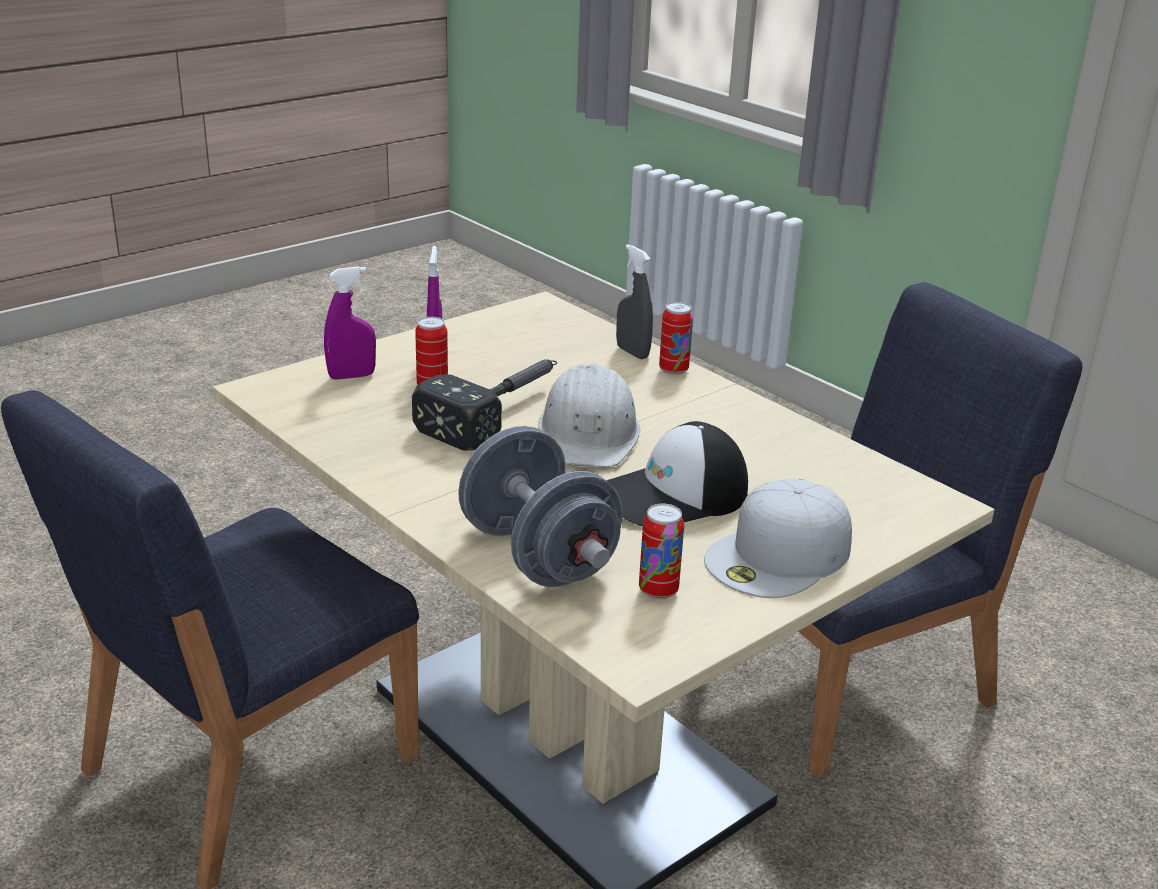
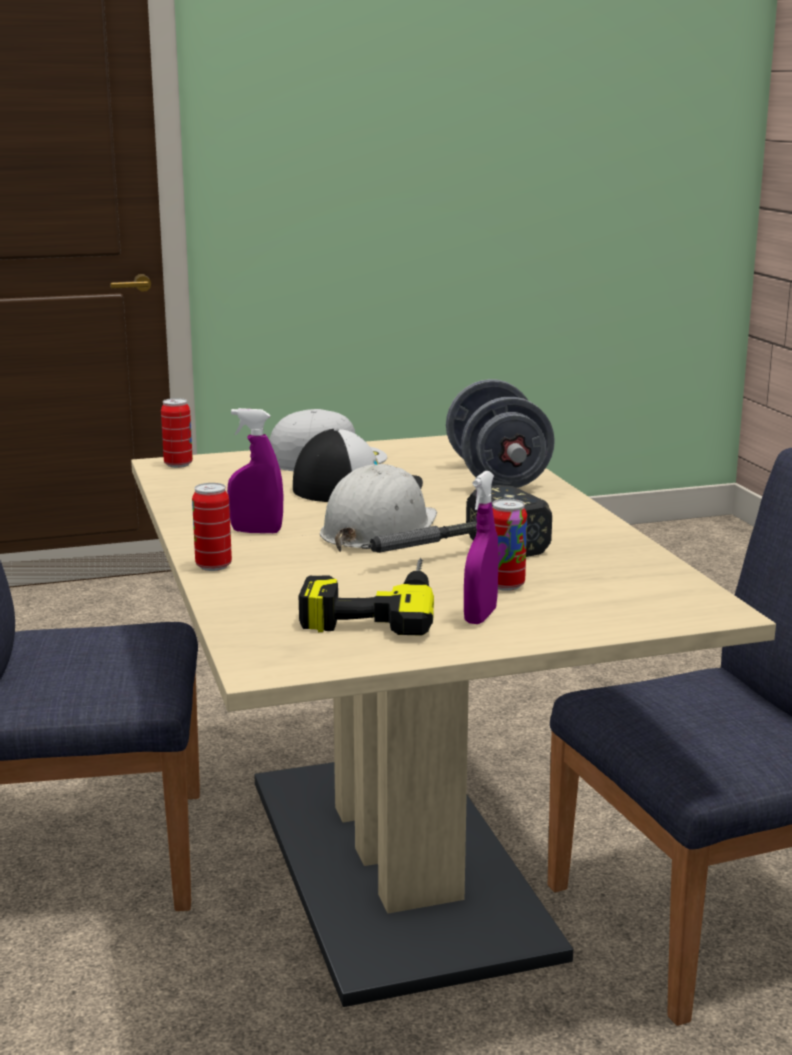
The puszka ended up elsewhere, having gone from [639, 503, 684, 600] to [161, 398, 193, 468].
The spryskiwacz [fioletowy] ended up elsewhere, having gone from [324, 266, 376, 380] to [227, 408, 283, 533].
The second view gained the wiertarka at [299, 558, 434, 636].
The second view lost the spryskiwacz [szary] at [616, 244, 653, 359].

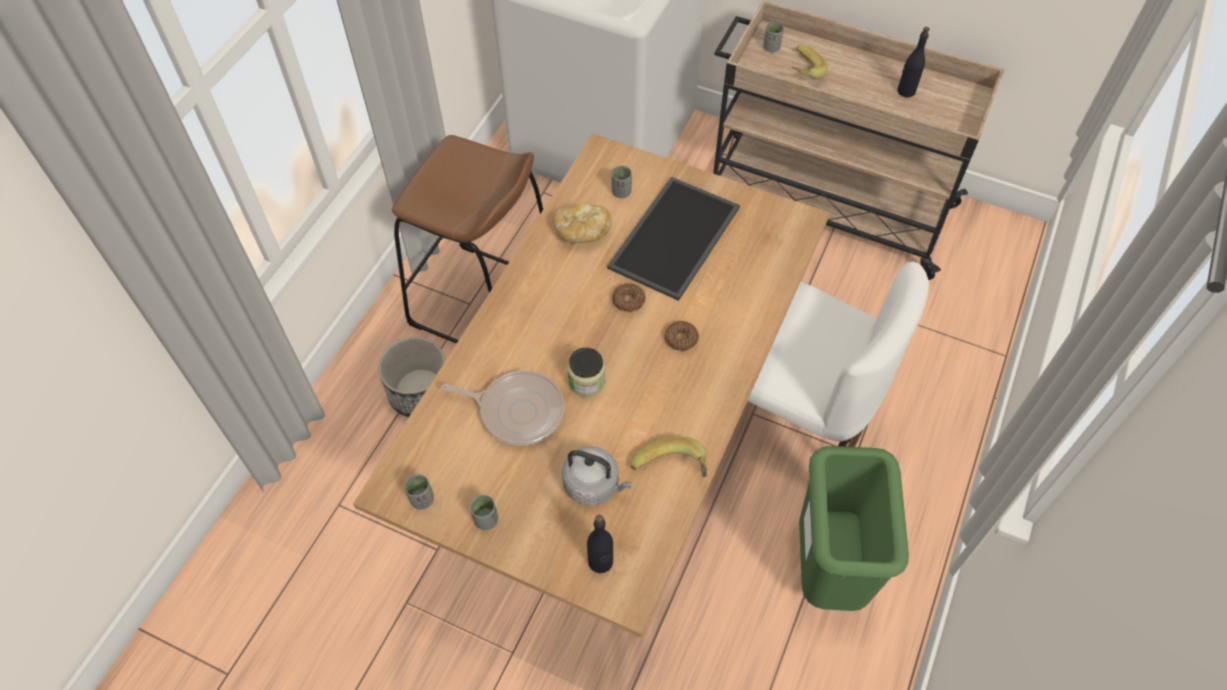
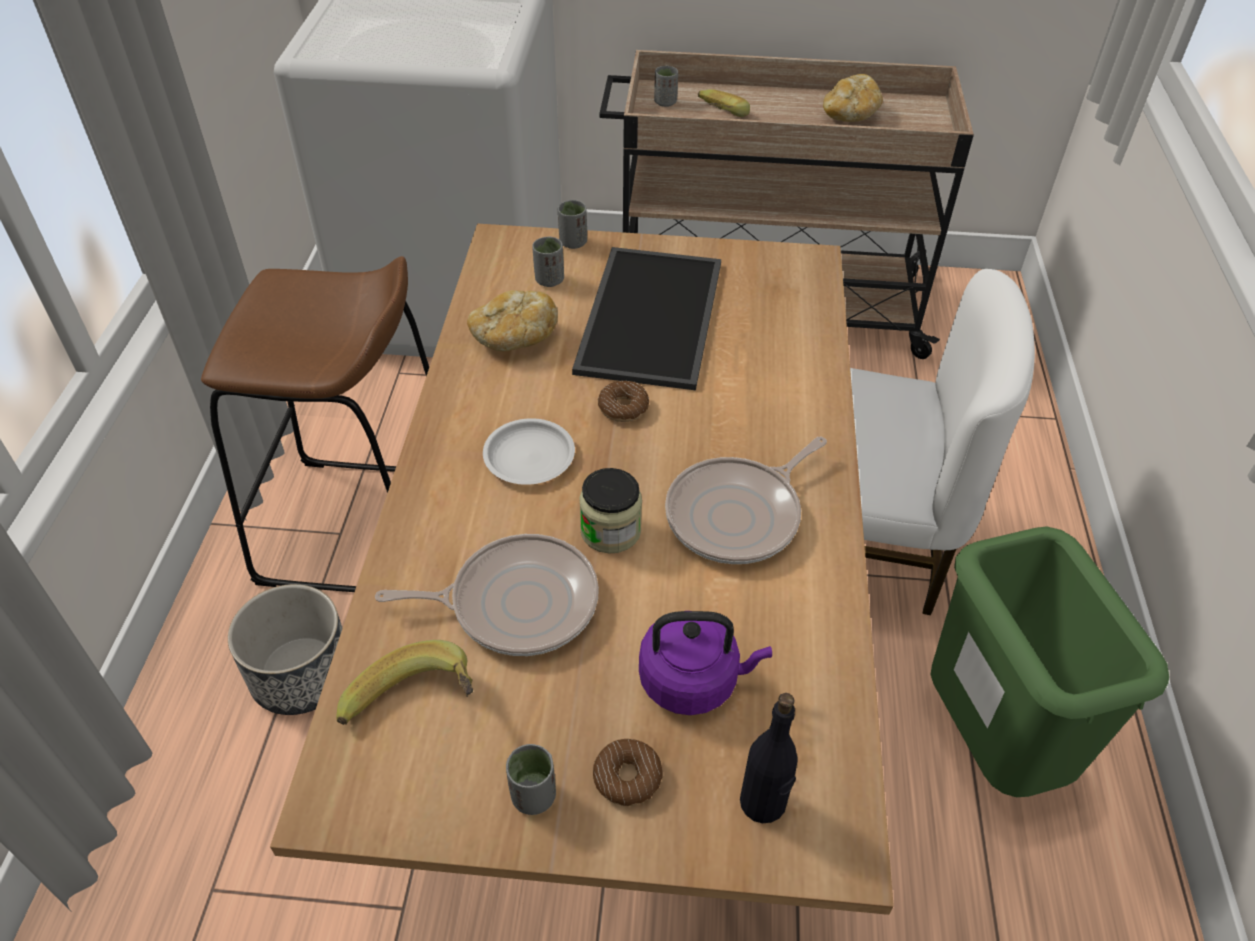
The banan ended up elsewhere, having gone from [631, 436, 707, 478] to [336, 640, 473, 725].
The second view gained the talerz [biały] at [483, 418, 575, 485].
The filiżanka [szary] ended up elsewhere, having gone from [404, 474, 434, 510] to [558, 200, 587, 249].
The donut ended up elsewhere, having gone from [665, 321, 699, 351] to [593, 739, 663, 806].
What was the czajnik [szary] at [562, 446, 632, 506] turned into the czajnik [fioletowy] at [639, 611, 772, 715].
The second view gained the patelnia at [665, 437, 827, 564].
Where the butelka [czarny] stood at [897, 27, 929, 98], the chleb came to stand at [823, 74, 883, 122].

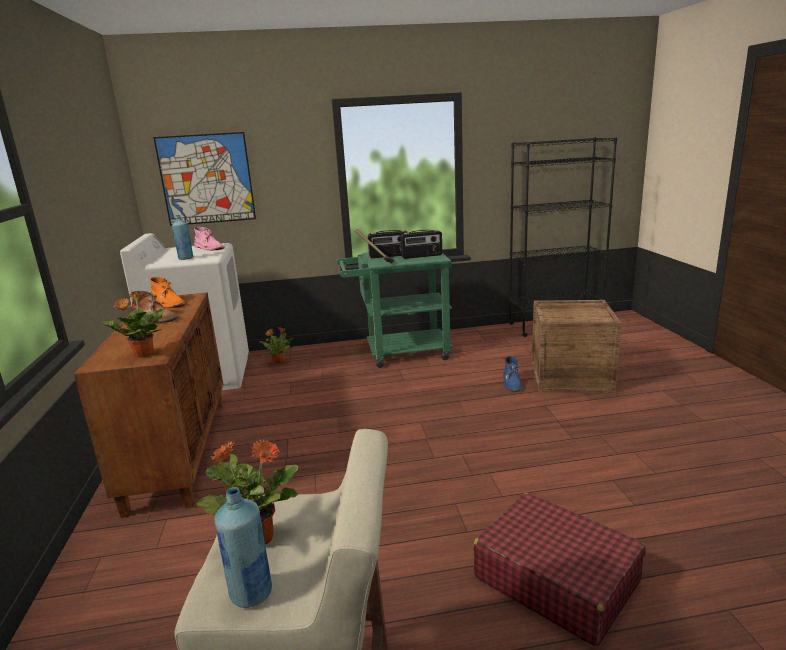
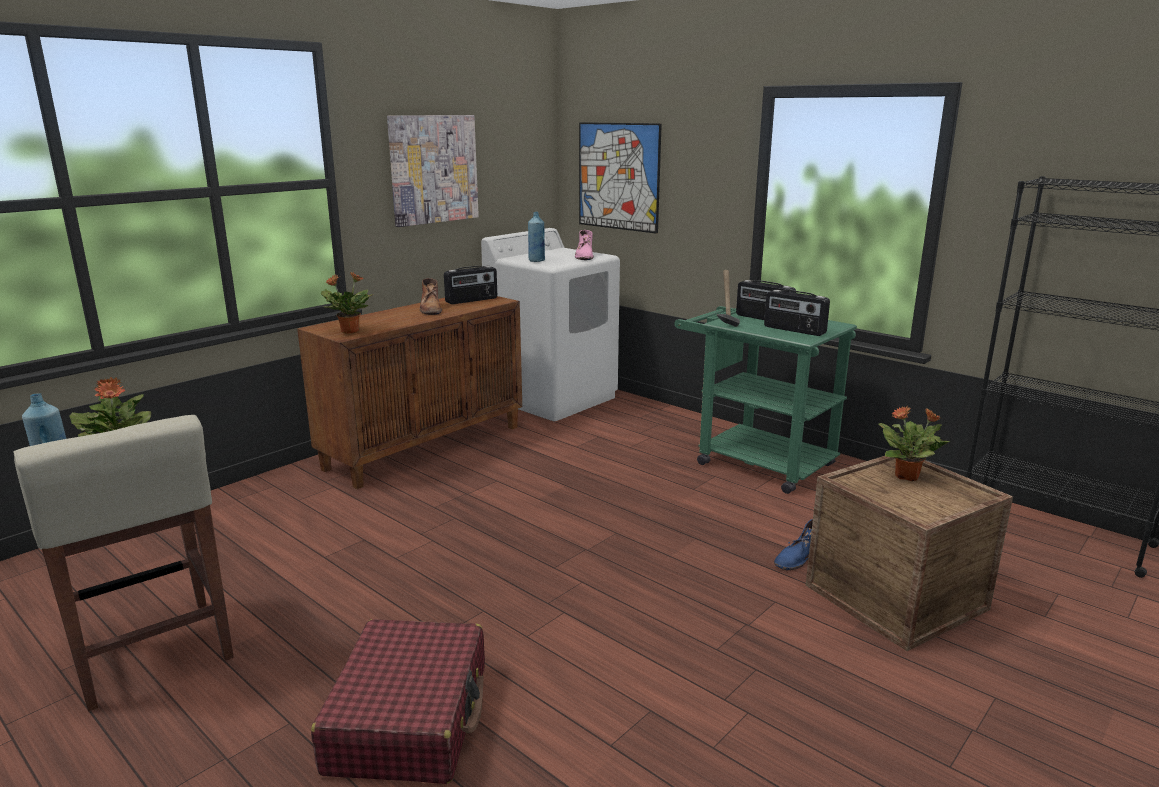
The second view gained the obraz at [387, 115, 479, 227].
Where the but z cholewką [pomarańczowy] stood at [150, 277, 186, 308], the radio came to stand at [444, 266, 497, 304].
The roślina doniczkowa ended up elsewhere, having gone from [259, 327, 294, 364] to [879, 406, 950, 481].

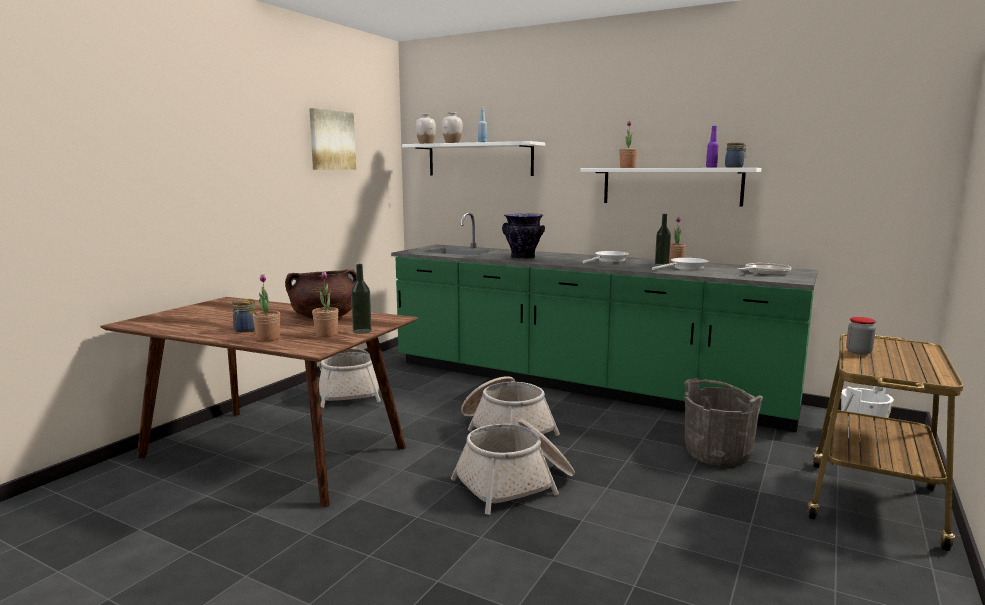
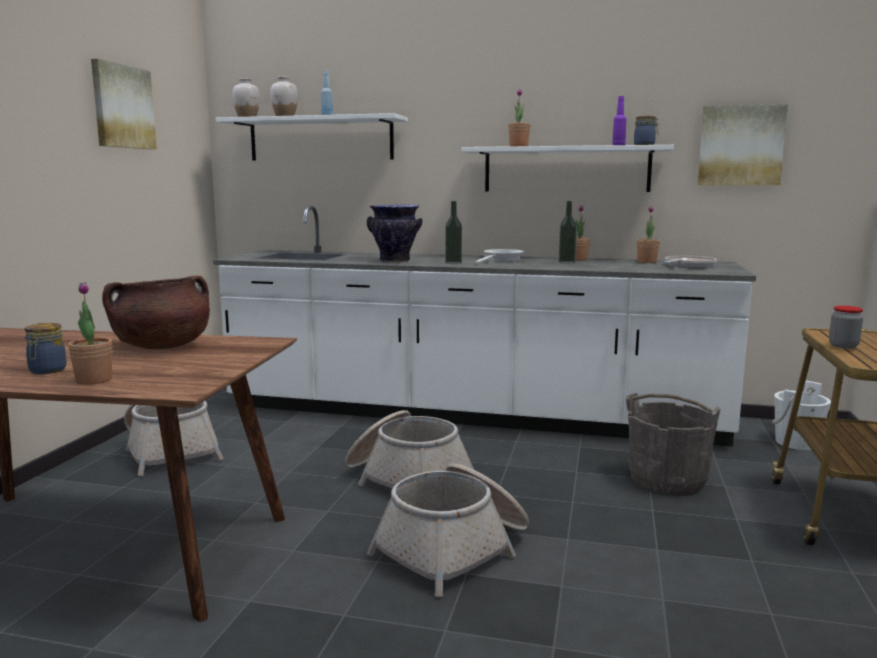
What was the zabudowa kuchenna [zielony] at [391, 212, 818, 432] turned into the zabudowa kuchenna [biały] at [213, 206, 756, 447].
The butelka ended up elsewhere, having gone from [351, 264, 372, 334] to [445, 201, 462, 264].
The roślina doniczkowa ended up elsewhere, having gone from [312, 271, 338, 337] to [637, 206, 660, 263].
The second view gained the obraz at [698, 104, 788, 185].
The second view lost the patelnia [biały] at [652, 258, 708, 270].

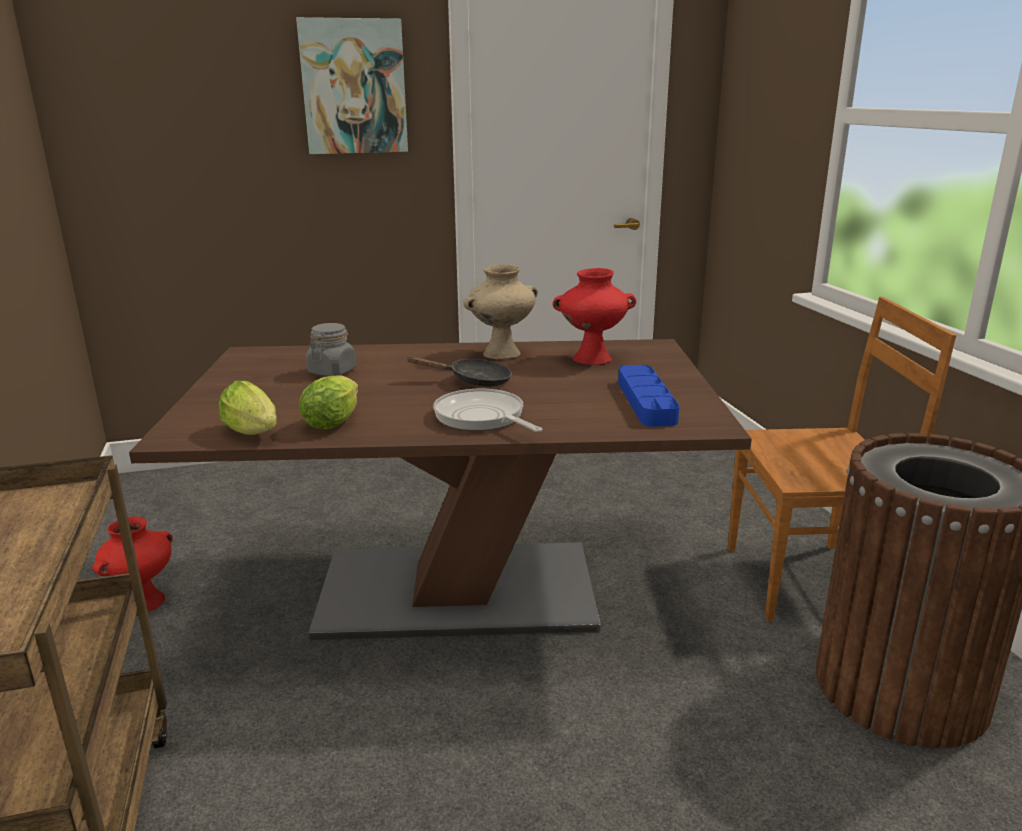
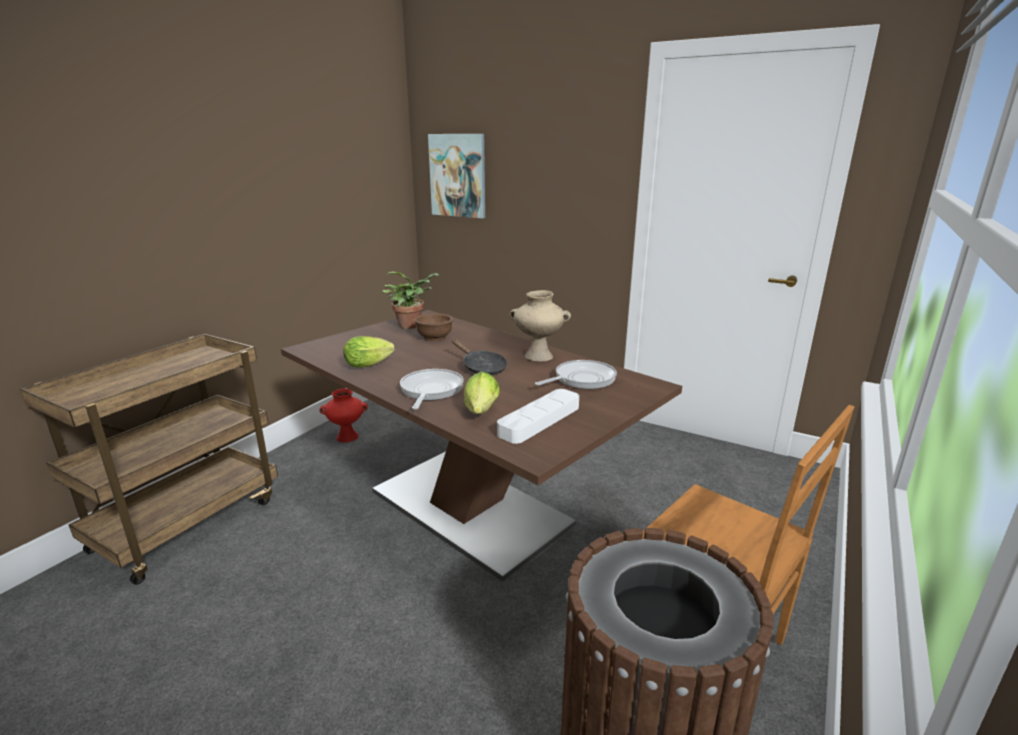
The second view gained the roślina doniczkowa at [382, 271, 439, 329].
Where the słoik [szary] stood at [306, 323, 357, 376], the miska [brązowy] came to stand at [415, 314, 453, 341].
The obraz ended up elsewhere, having gone from [296, 17, 408, 154] to [428, 134, 485, 218].
The sałata ended up elsewhere, having gone from [219, 381, 277, 435] to [464, 372, 500, 414].
What was the taca [niebieski] at [618, 365, 679, 427] turned into the taca [biały] at [497, 389, 579, 444].
Where the wazon [czerwony] stood at [553, 268, 636, 365], the patelnia came to stand at [535, 360, 617, 389].

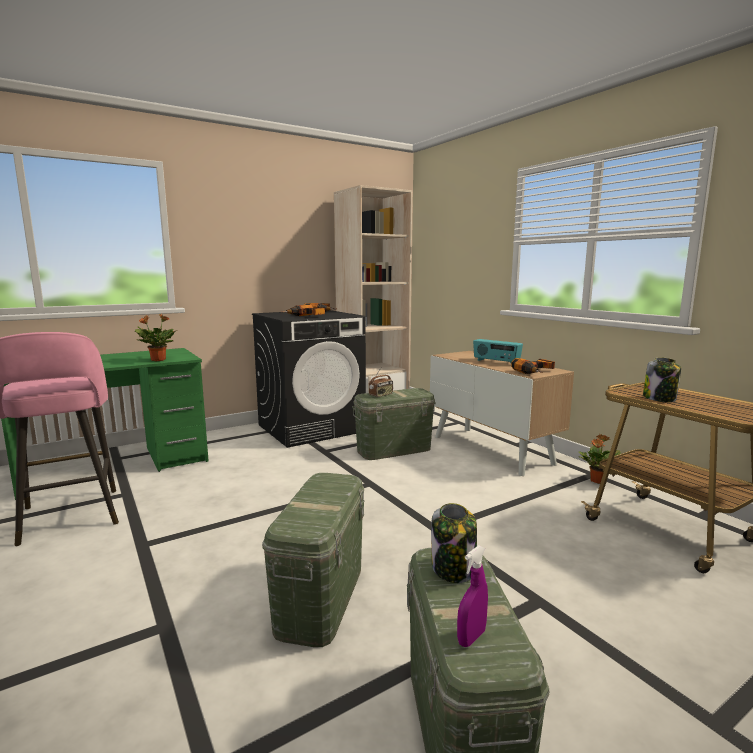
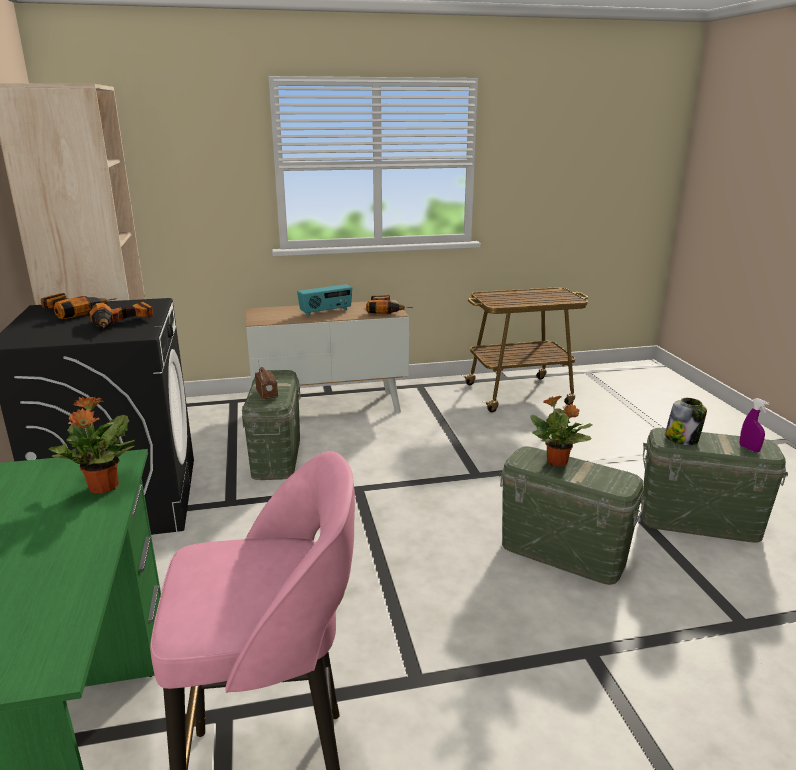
The roślina doniczkowa ended up elsewhere, having gone from [579, 434, 621, 484] to [530, 396, 592, 466].
The second view lost the słoik at [643, 357, 681, 402].

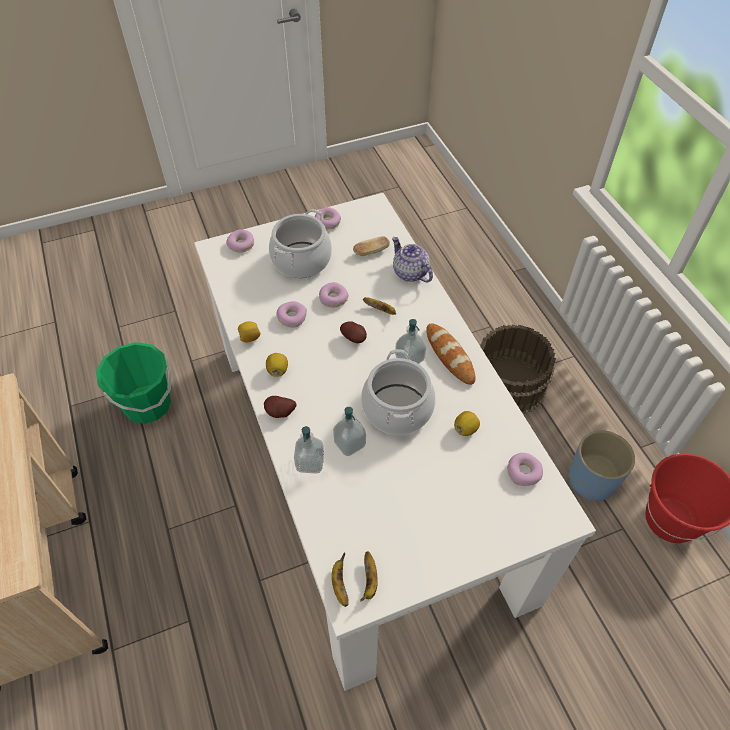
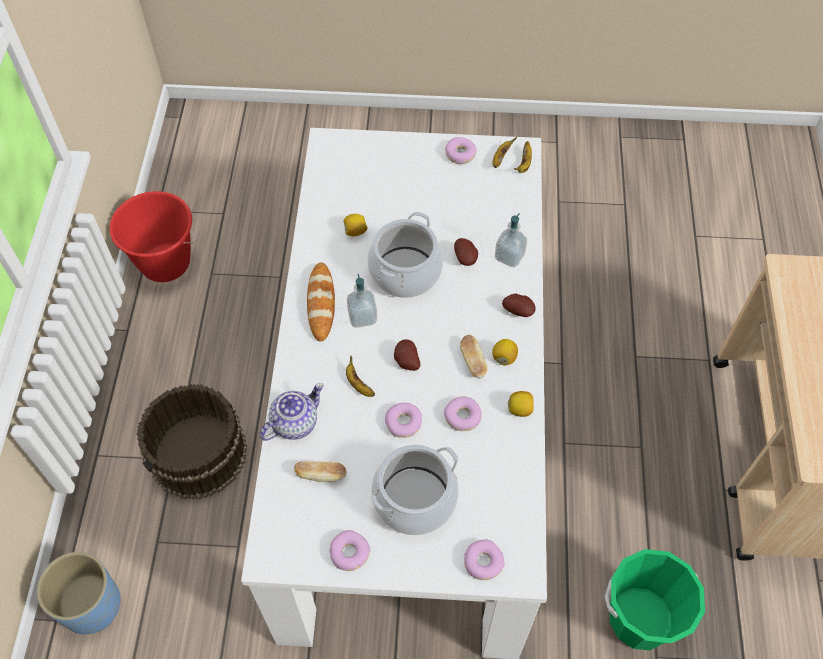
The donica [niebieski] ended up elsewhere, having gone from [568, 430, 635, 501] to [37, 552, 121, 635].
The imbryk at [392, 237, 433, 282] ended up facing another way, 120 degrees counterclockwise from before.
The donut ended up elsewhere, having gone from [507, 453, 543, 486] to [445, 137, 476, 164].
Where the dozownik mydła stood at [333, 407, 366, 456], the ziemniak came to stand at [454, 238, 478, 266].
The second view gained the chleb at [460, 335, 487, 379].

